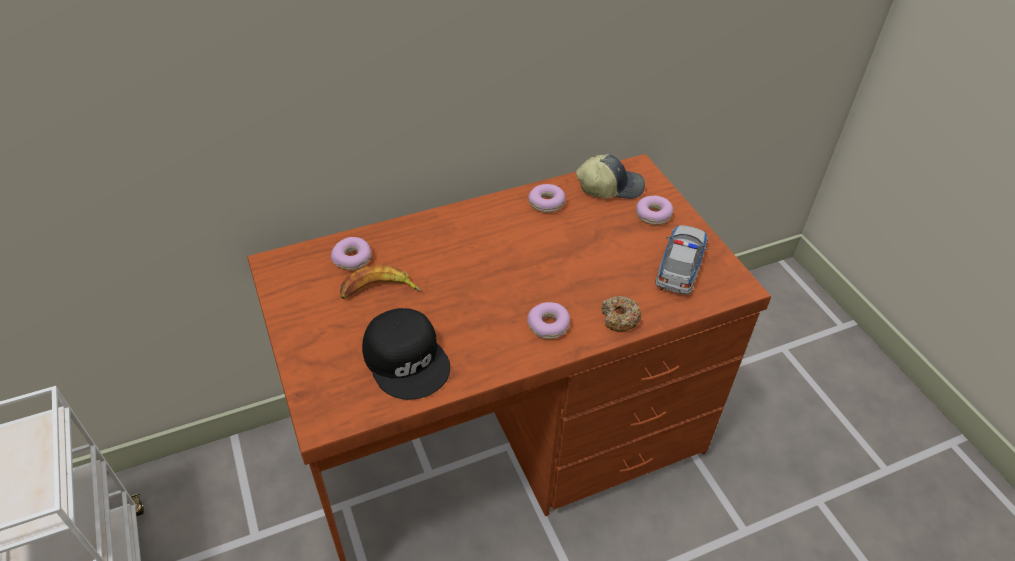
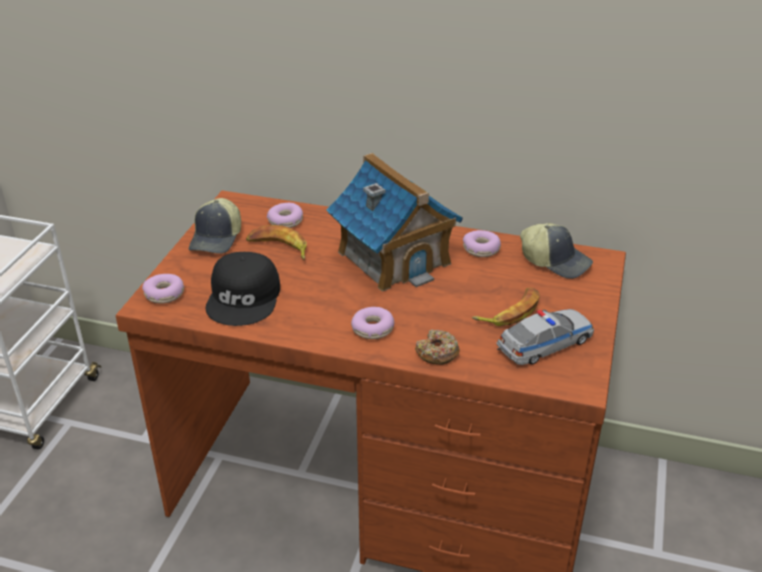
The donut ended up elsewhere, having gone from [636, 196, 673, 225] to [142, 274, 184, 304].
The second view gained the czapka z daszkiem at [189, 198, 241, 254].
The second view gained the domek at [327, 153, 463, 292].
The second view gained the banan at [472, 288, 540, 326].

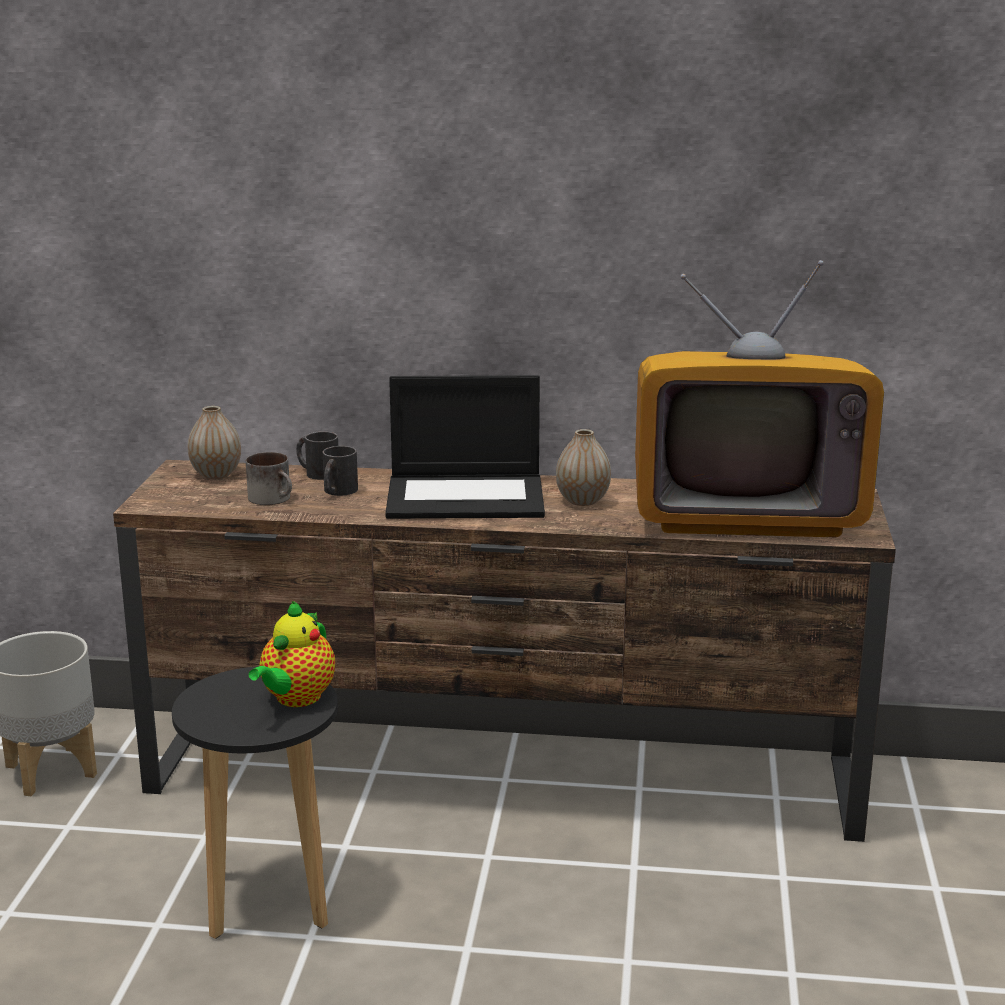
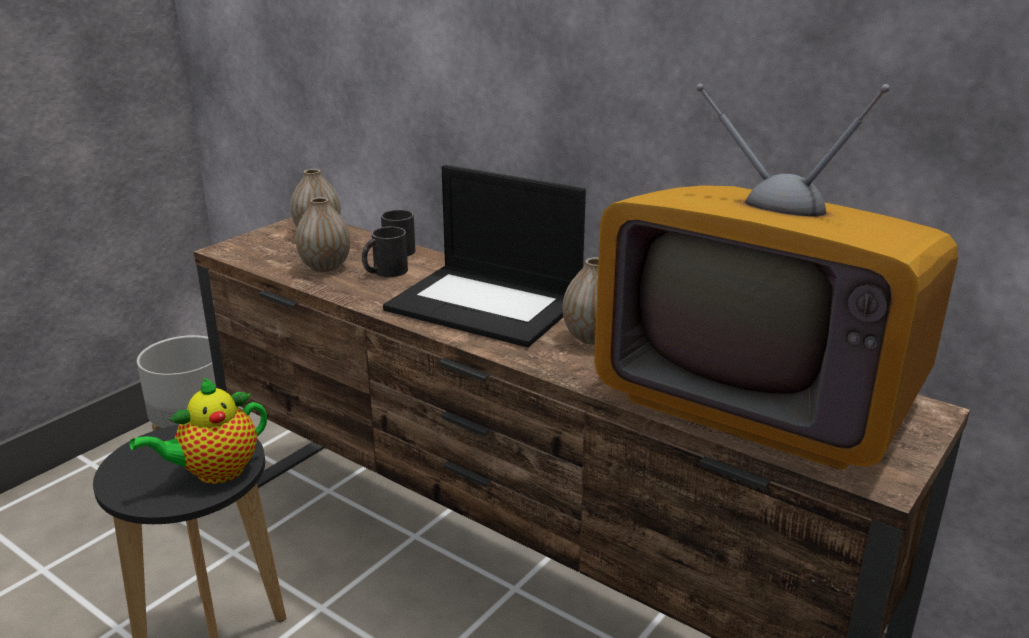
Where the kubek stood at [246, 452, 292, 505], the wazon came to stand at [296, 197, 351, 272].

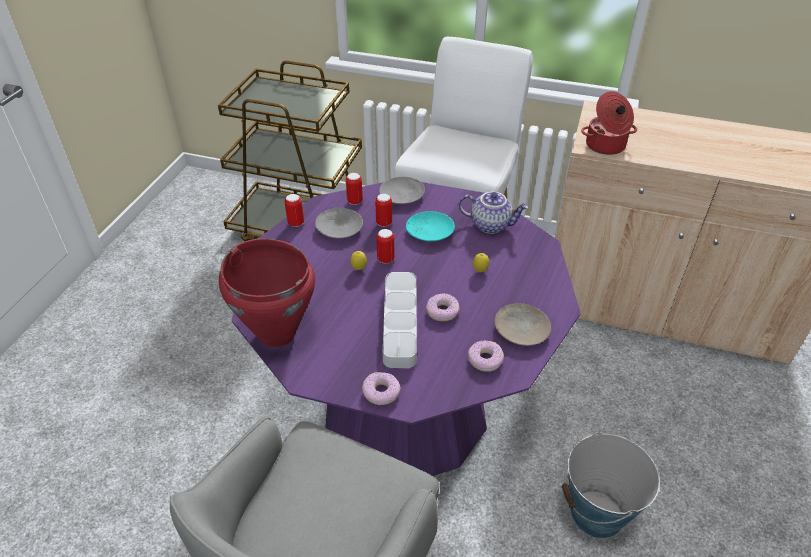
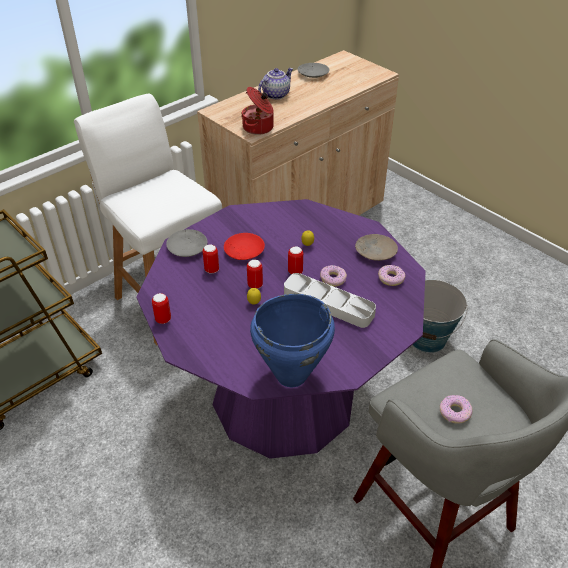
What was the talerz [turkusowy] at [406, 211, 455, 241] turned into the talerz [czerwony] at [224, 233, 265, 260].
What was the garnek [czerwony] at [219, 238, 315, 347] turned into the garnek [niebieski] at [250, 294, 335, 387].
The imbryk ended up elsewhere, having gone from [458, 192, 528, 234] to [258, 68, 293, 99].
The puszka ended up elsewhere, having gone from [346, 173, 363, 205] to [288, 246, 303, 274].
The talerz [szary] ended up elsewhere, having gone from [315, 207, 363, 239] to [298, 63, 330, 78].
The donut ended up elsewhere, having gone from [362, 372, 401, 405] to [440, 395, 472, 424].

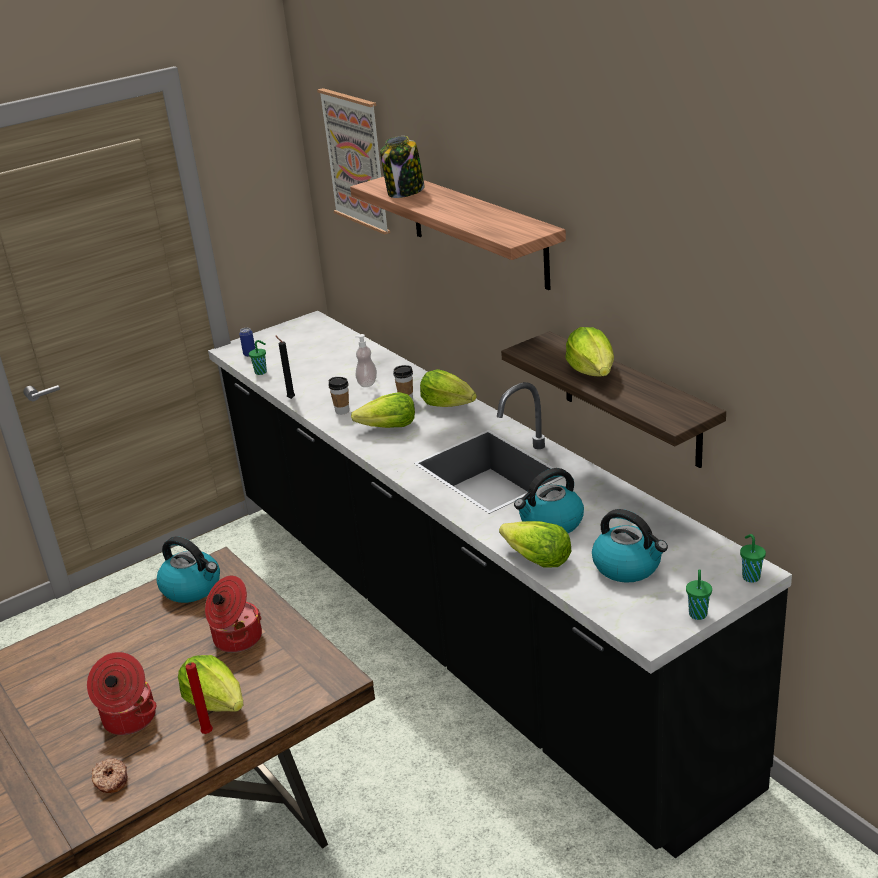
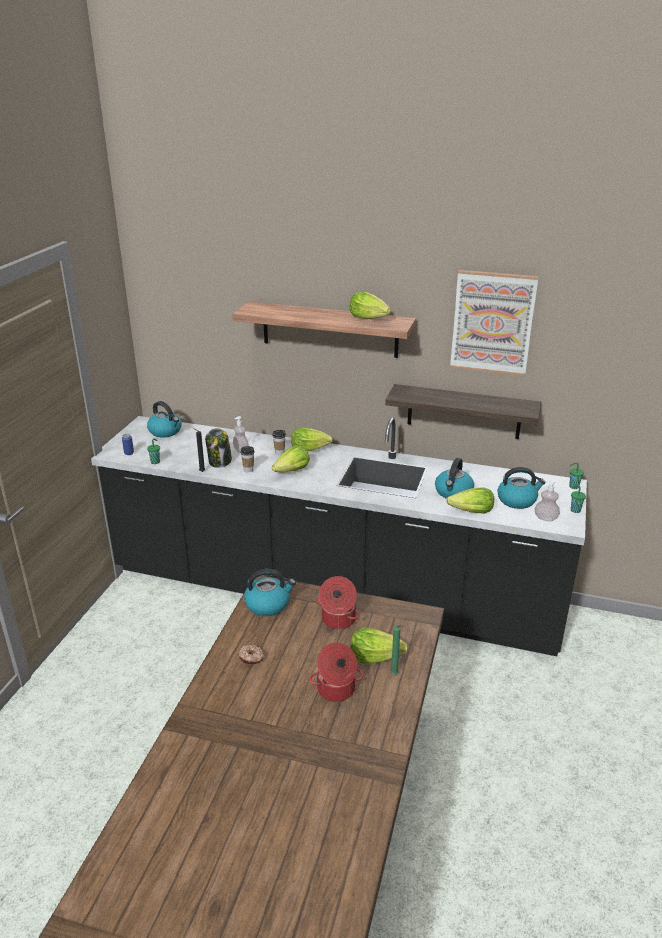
The second view gained the czajnik at [147, 401, 182, 437].
The słoik ended up elsewhere, having gone from [380, 136, 425, 198] to [205, 428, 232, 468].
The donut ended up elsewhere, having gone from [92, 758, 128, 793] to [238, 644, 264, 664].
The sałata ended up elsewhere, having gone from [565, 327, 614, 376] to [350, 291, 391, 319].
What was the świeca [czerwony] at [185, 662, 213, 734] turned into the świeca [zielony] at [390, 625, 403, 675].
The obraz ended up elsewhere, having gone from [317, 88, 390, 235] to [450, 270, 538, 376].
The second view gained the dozownik mydła at [535, 480, 560, 521].

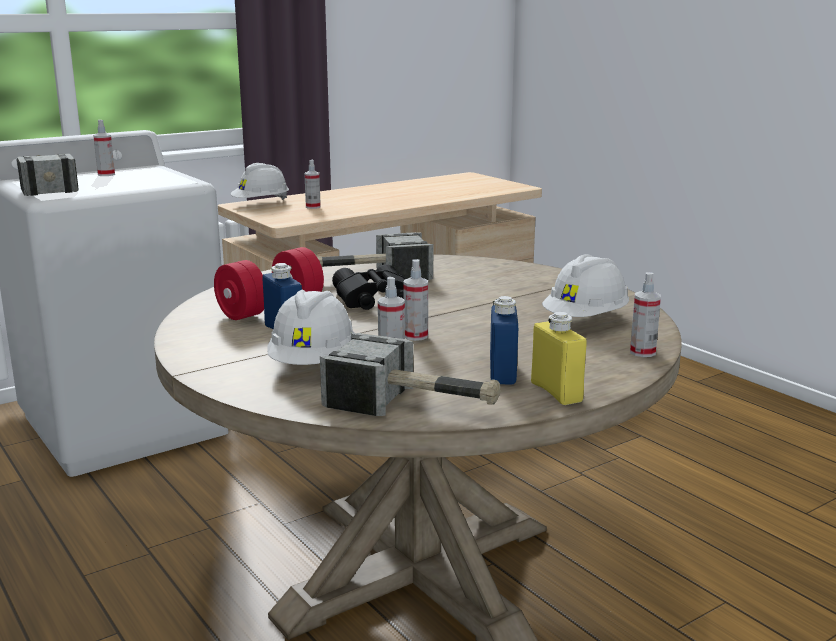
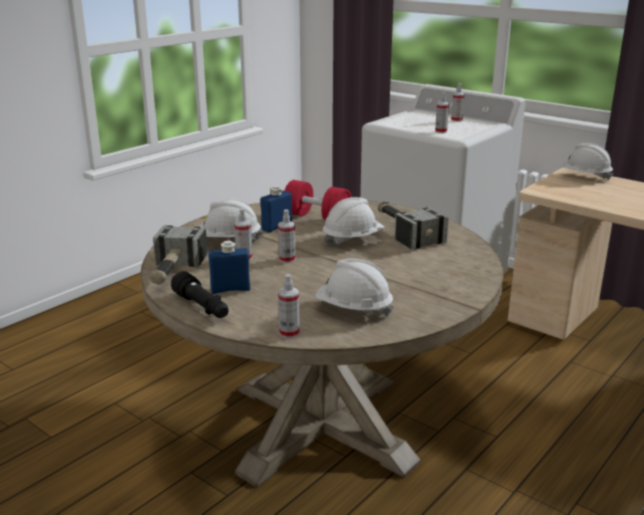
Where the butelka [żółty] stood at [531, 312, 587, 405], the latarka [czarny] came to stand at [171, 271, 229, 318].
Where the lornetka [czarny] stood at [332, 264, 405, 310], the kask [biały] came to stand at [323, 197, 384, 247].
The spryskiwacz ended up elsewhere, having gone from [304, 160, 321, 209] to [435, 93, 449, 133].
The second view lost the młotek at [17, 153, 79, 196].

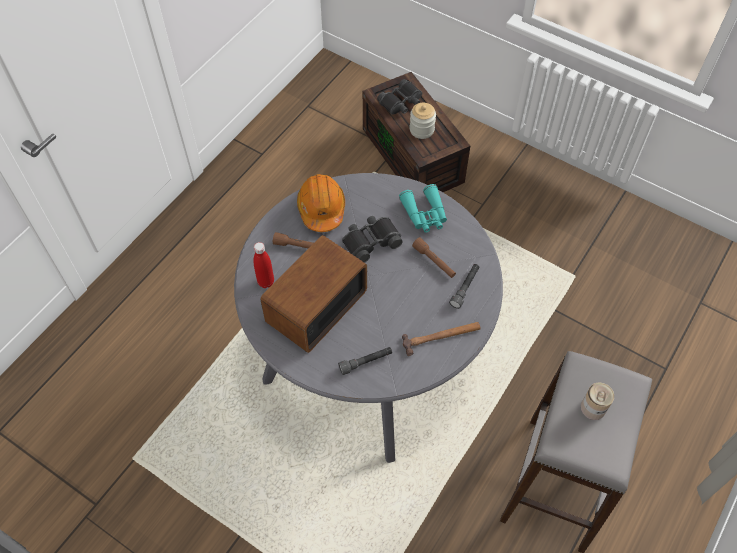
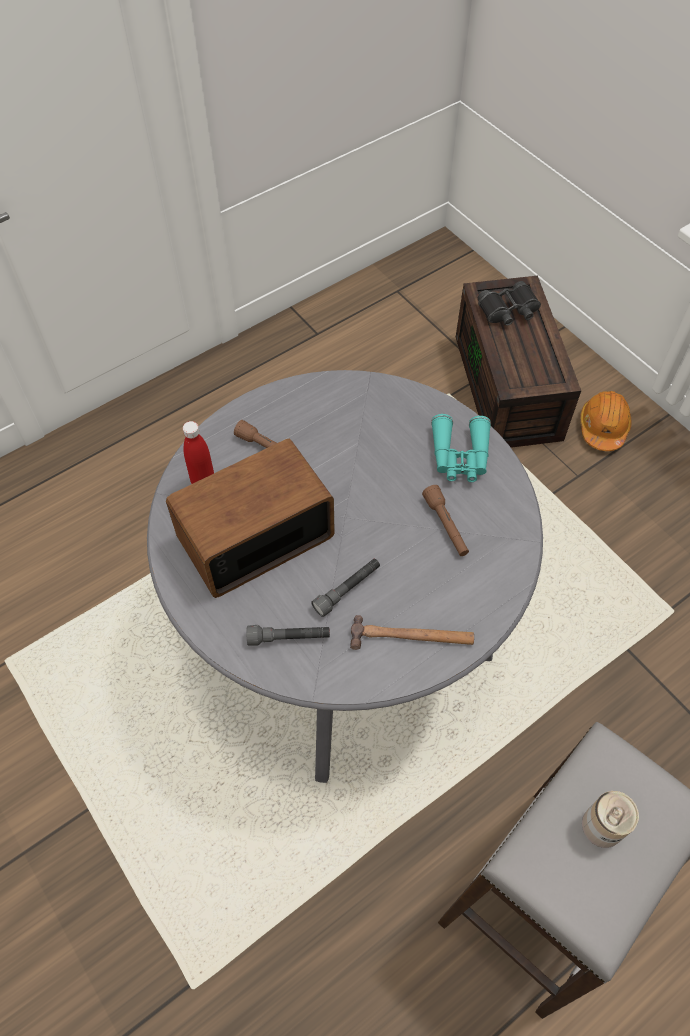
The latarka [szary] ended up elsewhere, having gone from [449, 264, 479, 309] to [311, 559, 380, 617].
The kask [pomarańczowy] ended up elsewhere, having gone from [297, 174, 345, 232] to [580, 391, 631, 451].
The second view lost the lornetka [czarny] at [342, 216, 403, 263].
The second view lost the słoik at [410, 103, 436, 139].

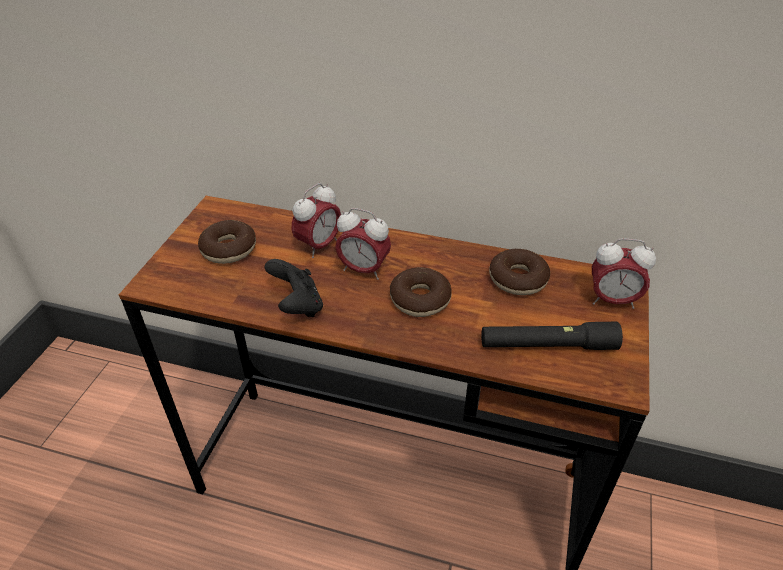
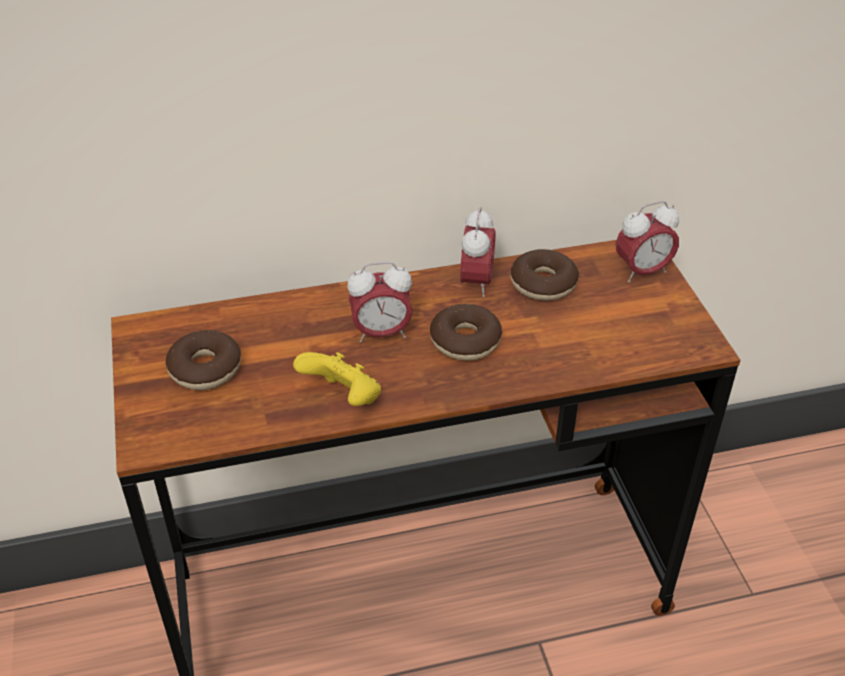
What was the pad do gier [czarny] at [265, 259, 323, 317] turned into the pad do gier [żółty] at [293, 352, 381, 406].
The budzik ended up elsewhere, having gone from [292, 183, 341, 258] to [460, 207, 496, 297].
The second view lost the latarka [czarny] at [481, 322, 623, 350].

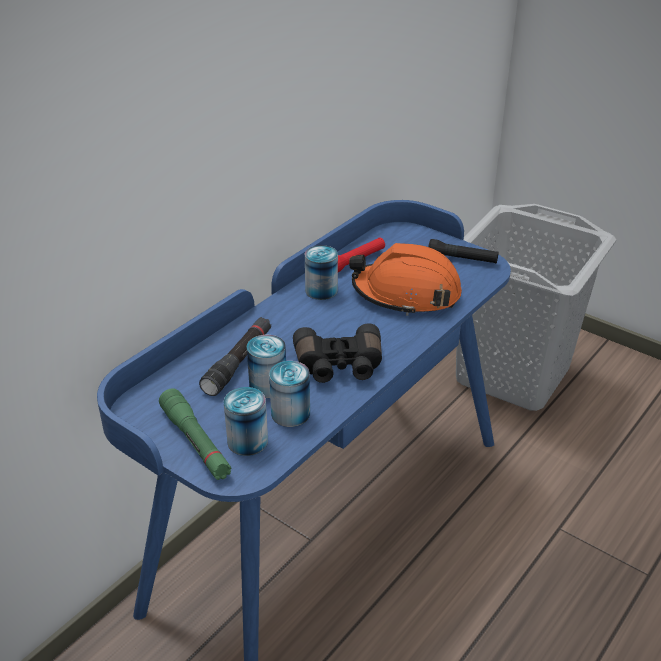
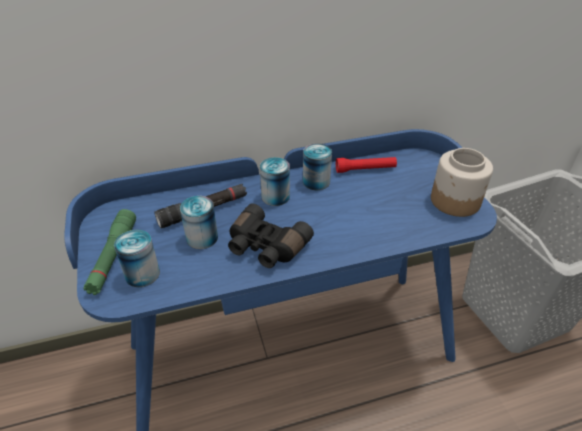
The puszka ended up elsewhere, having gone from [269, 361, 310, 427] to [260, 157, 290, 206].
Where the latarka [czarny] stood at [428, 239, 499, 263], the słoik came to stand at [431, 148, 493, 217].
The second view lost the kask [pomarańczowy] at [349, 243, 462, 316].

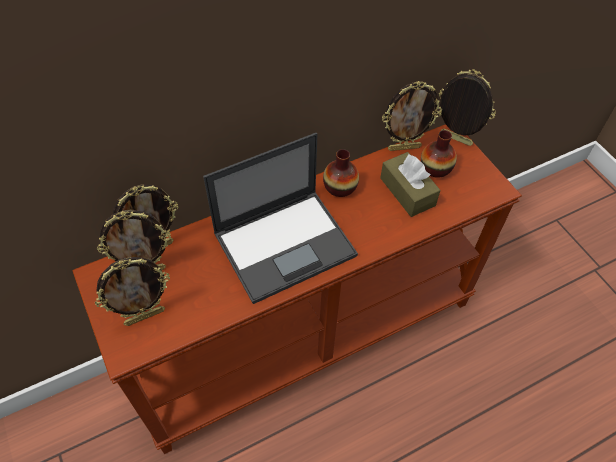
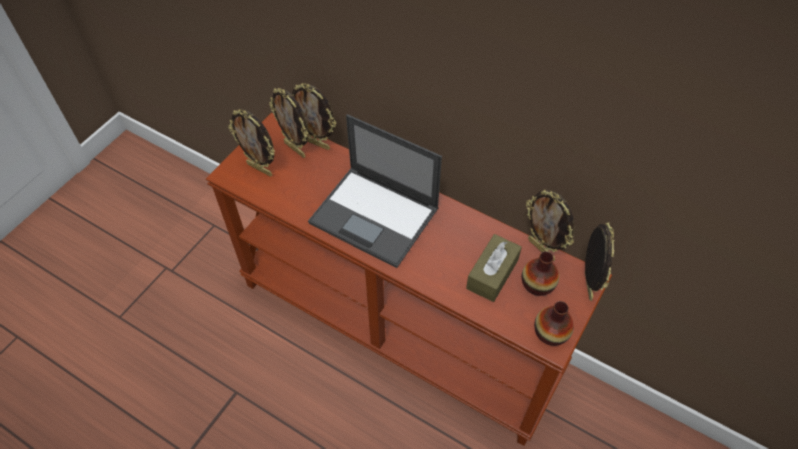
The wazon ended up elsewhere, having gone from [323, 149, 359, 197] to [534, 301, 574, 346].

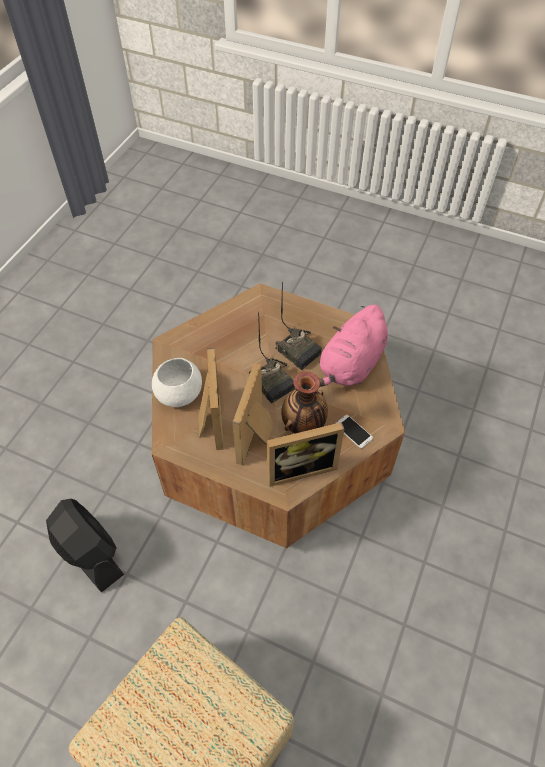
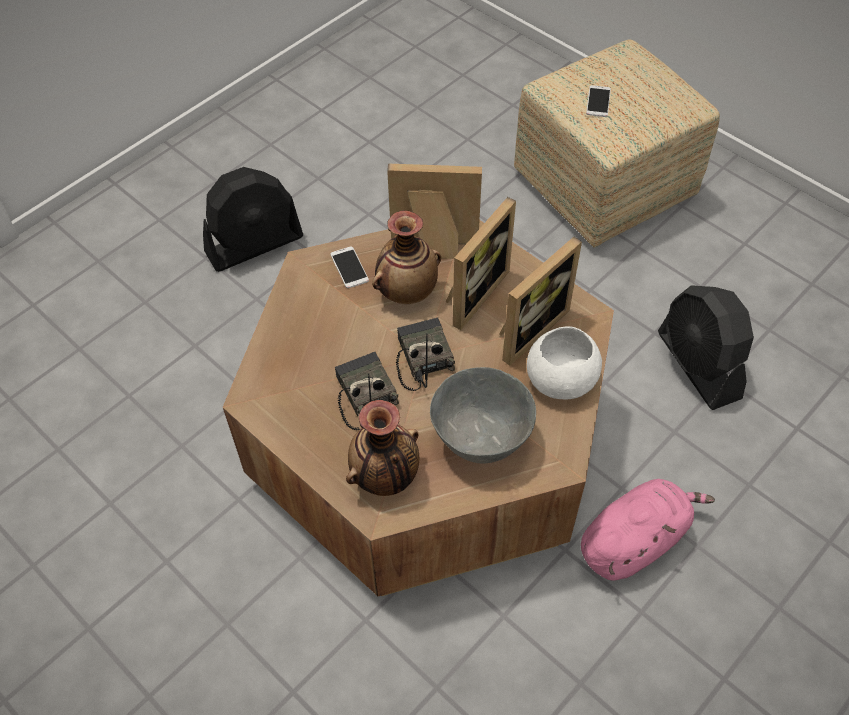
The second view gained the wentylator [czarny] at [203, 167, 303, 272].
The second view gained the wazon at [346, 400, 419, 496].
The second view gained the miska [szary] at [430, 367, 536, 463].
The ramka na zdjęcie at [198, 348, 224, 450] ended up facing another way, 150 degrees counterclockwise from before.
The pluszak [różowy] ended up elsewhere, having gone from [320, 305, 388, 387] to [581, 479, 715, 581].
The second view gained the telefon at [586, 85, 611, 117].

